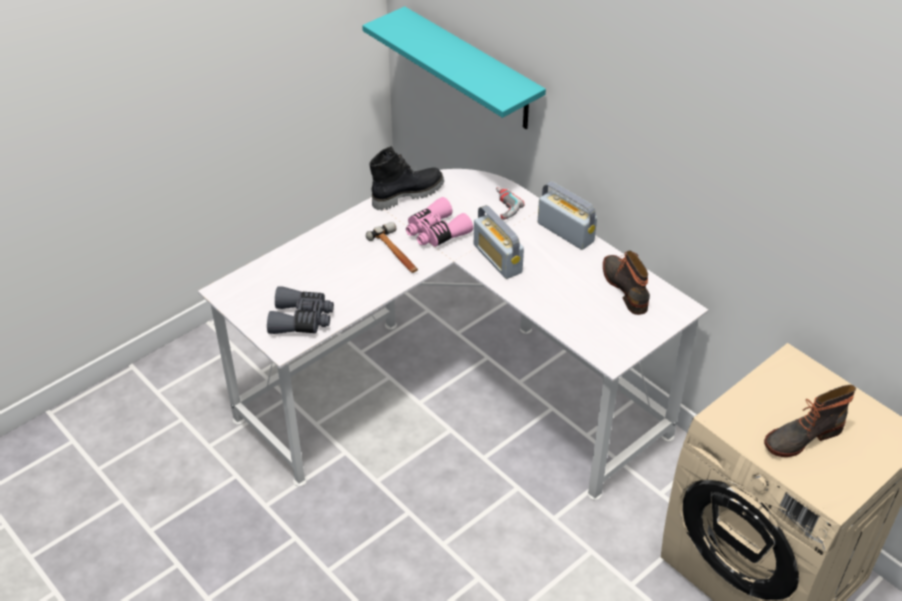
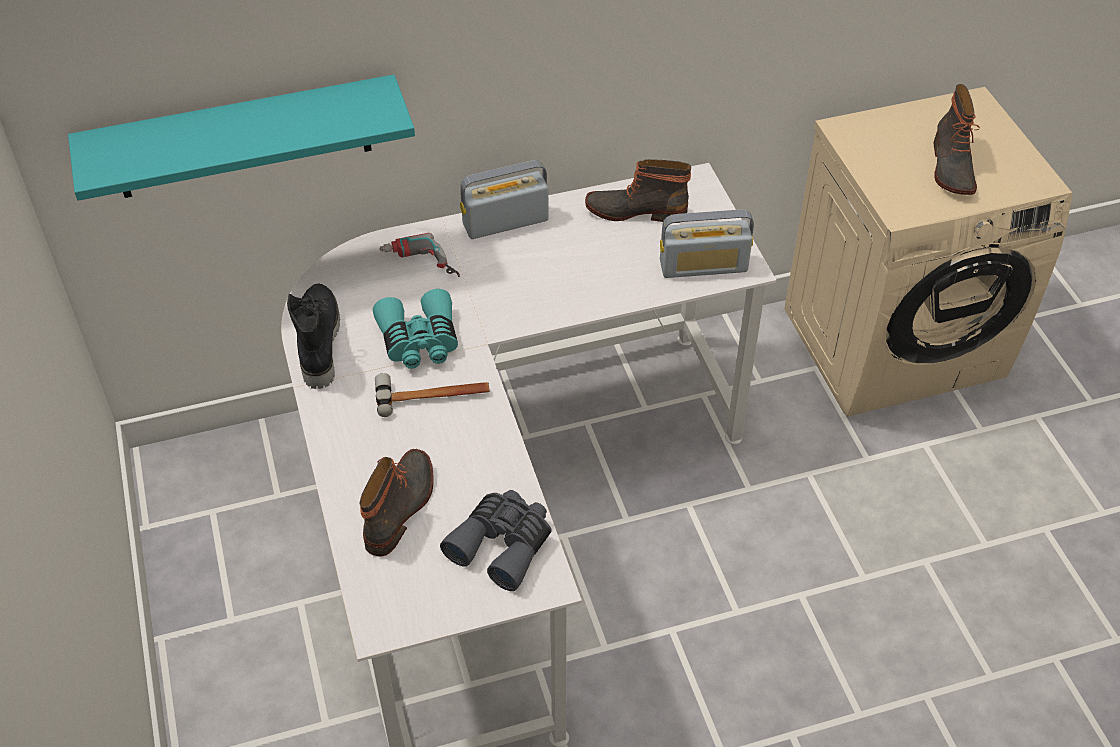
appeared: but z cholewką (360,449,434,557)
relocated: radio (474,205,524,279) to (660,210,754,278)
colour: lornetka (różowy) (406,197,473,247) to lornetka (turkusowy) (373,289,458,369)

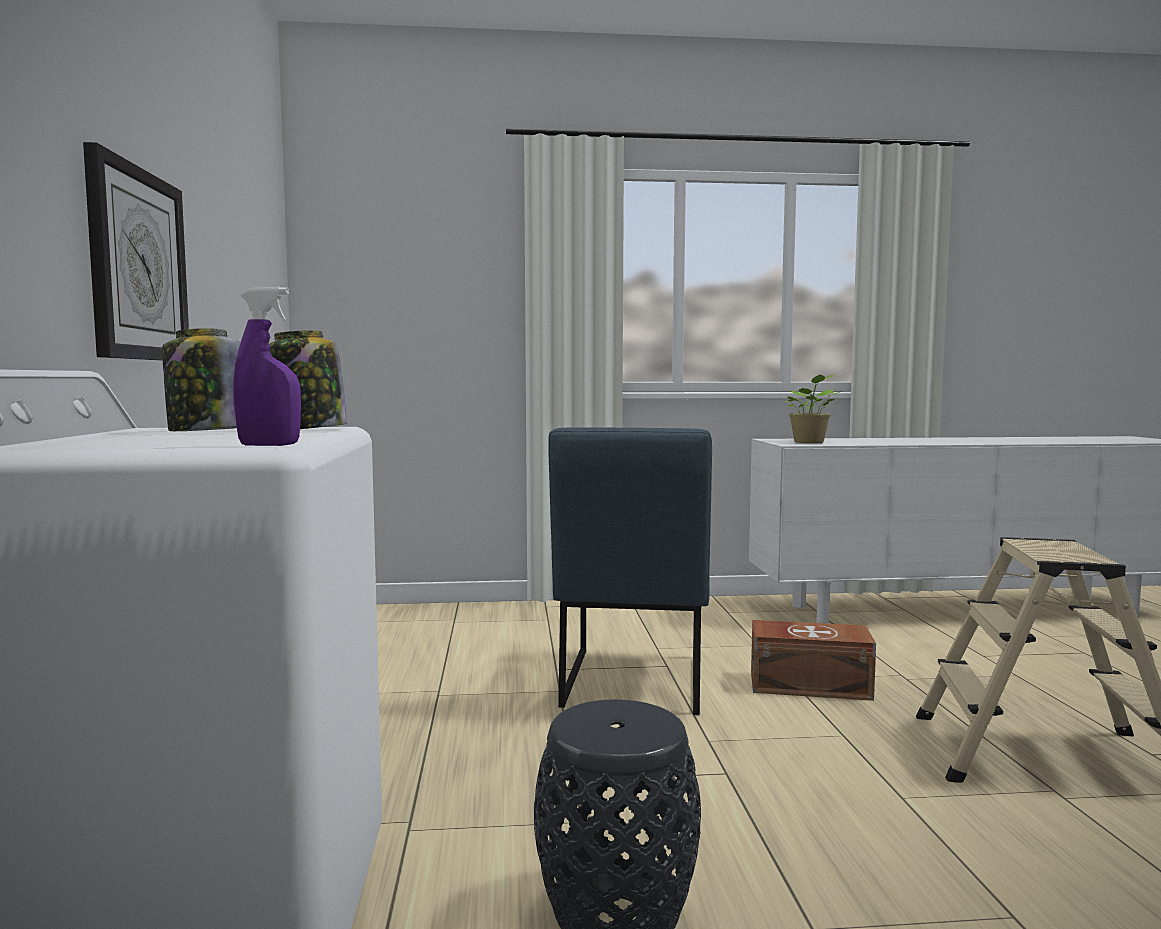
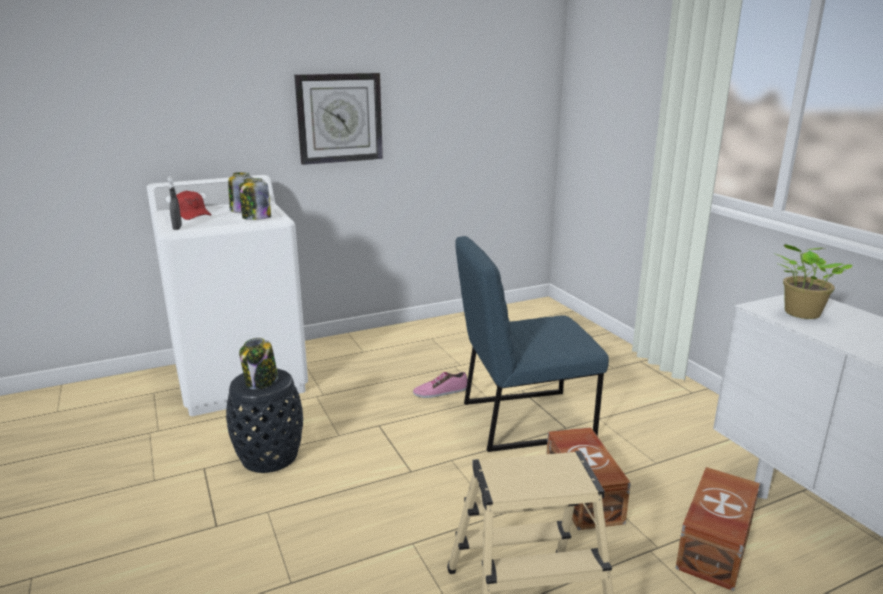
appeared: czapka z daszkiem (czerwony) (176,190,212,220); słoik (239,338,278,390); but (413,372,468,398); pojemnik do przechowywania (brązowy) (675,467,760,591)
colour: spryskiwacz (fioletowy) (233,286,301,446) to spryskiwacz (szary) (167,176,182,230)

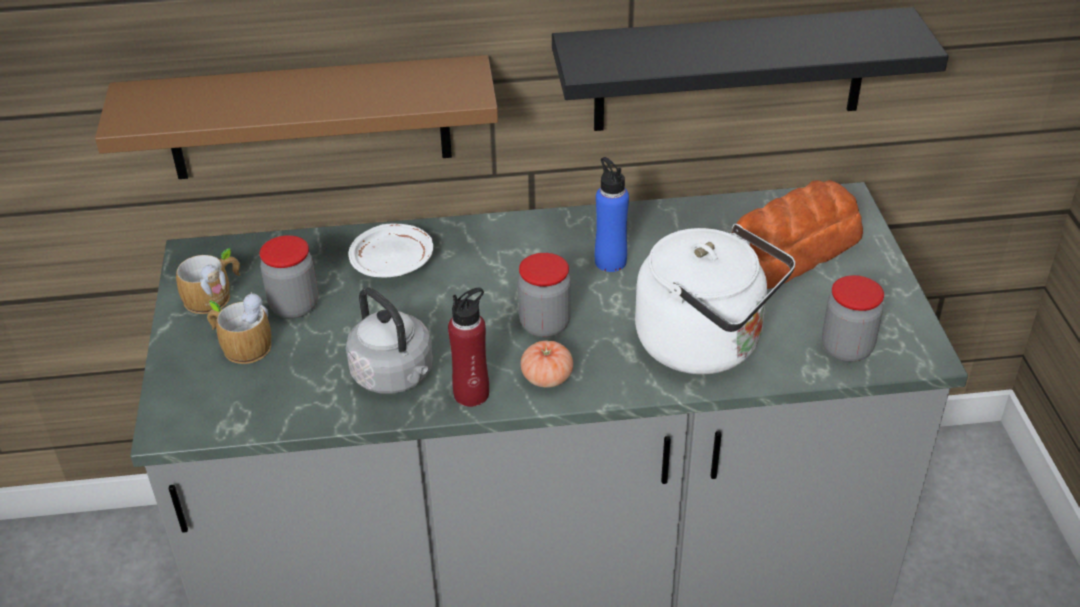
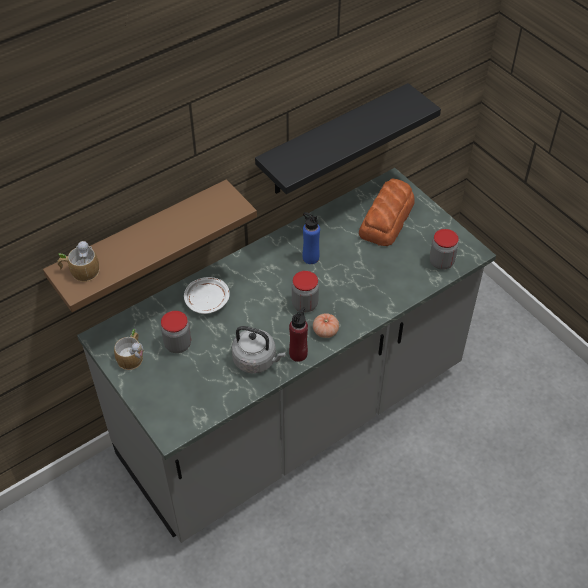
missing: czajnik (biały) (635,224,795,374)
relocated: kubek (207,292,271,364) to (57,241,99,282)

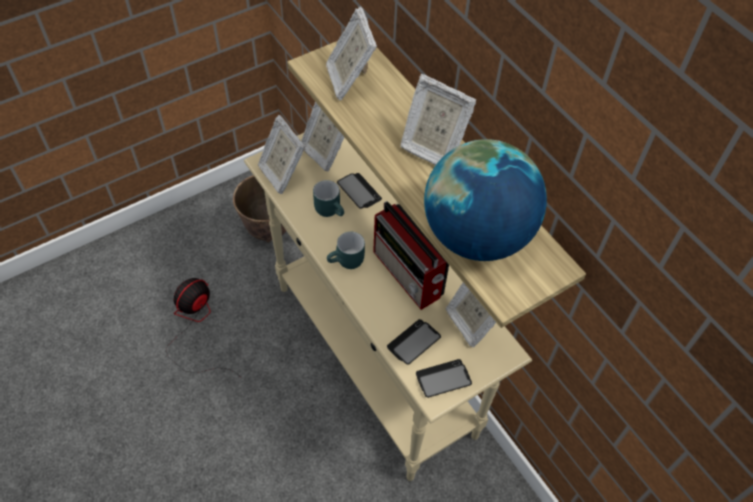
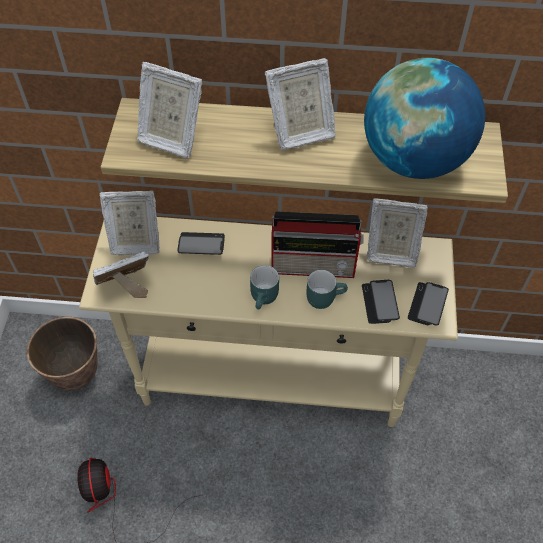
relocated: kubek (turkusowy) (313,180,344,217) to (306,270,348,309)
spun: ramka na zdjęcie (258,115,305,194) = (93,251,149,298) 150 degrees clockwise

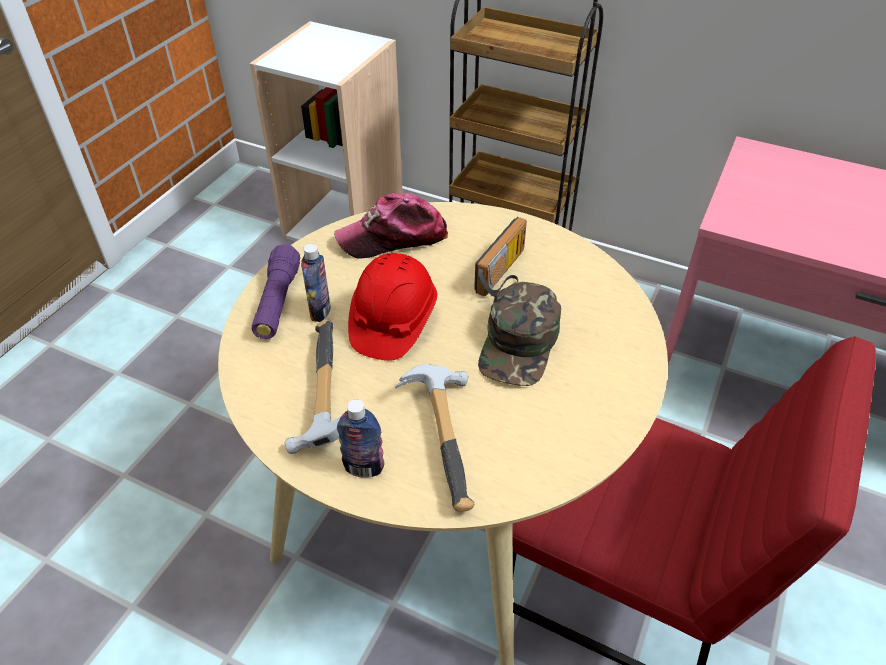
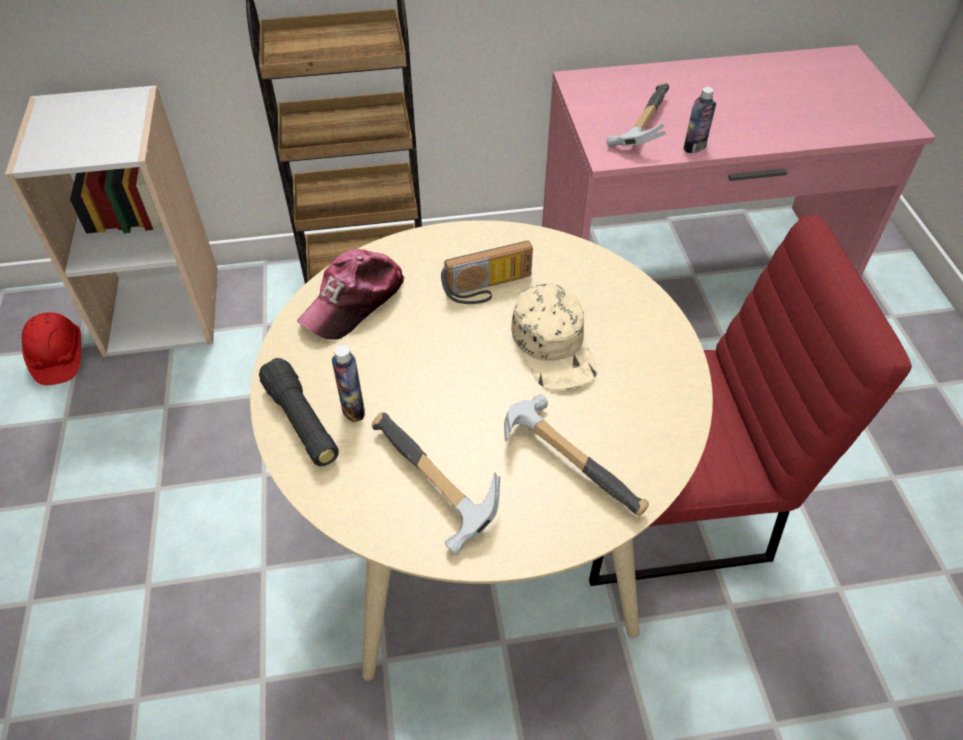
appeared: młotek (607,83,669,147)
relocated: butelka (337,399,384,478) to (683,87,716,153); kask (czerwony) (348,253,437,361) to (22,312,81,385)
colour: latarka (fioletowy) (252,244,300,339) to latarka (czarny) (259,358,339,466); czapka z daszkiem (zielony) (478,282,561,386) to czapka z daszkiem (beżowy) (511,283,597,390)
spun: radio (474,217,527,297) = (441,241,533,304) 75 degrees clockwise

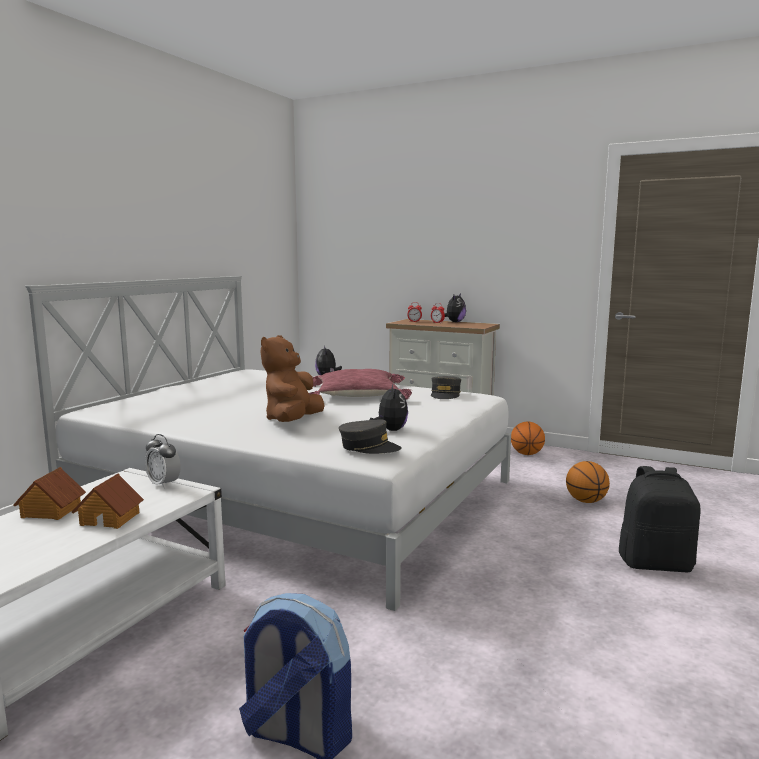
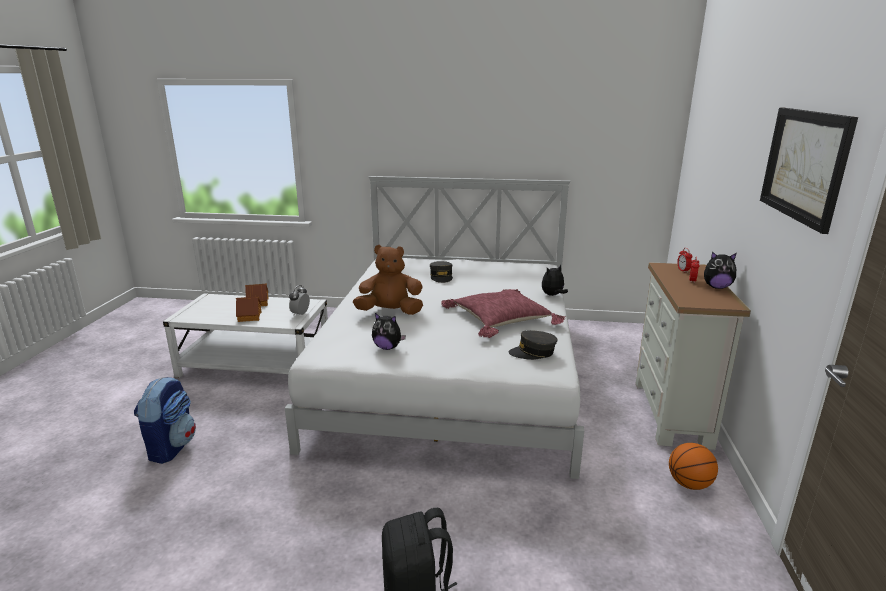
missing: piłka do koszykówki (566,461,610,503)
appeared: obraz (760,108,858,234)
relocated: czapka z daszkiem (szary) (339,420,402,454) to (430,261,453,283)
spun: pluszak (370,384,408,431) = (372,313,406,350) 45 degrees clockwise

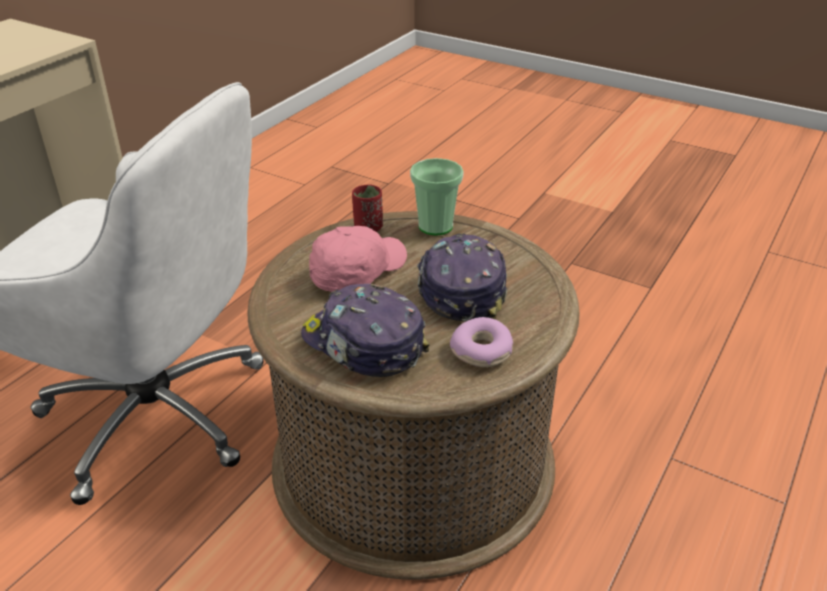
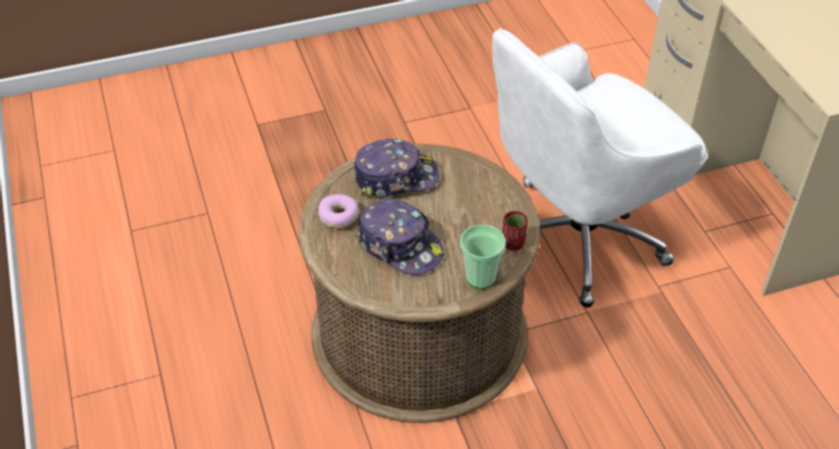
missing: czapka z daszkiem (różowy) (309,226,407,292)

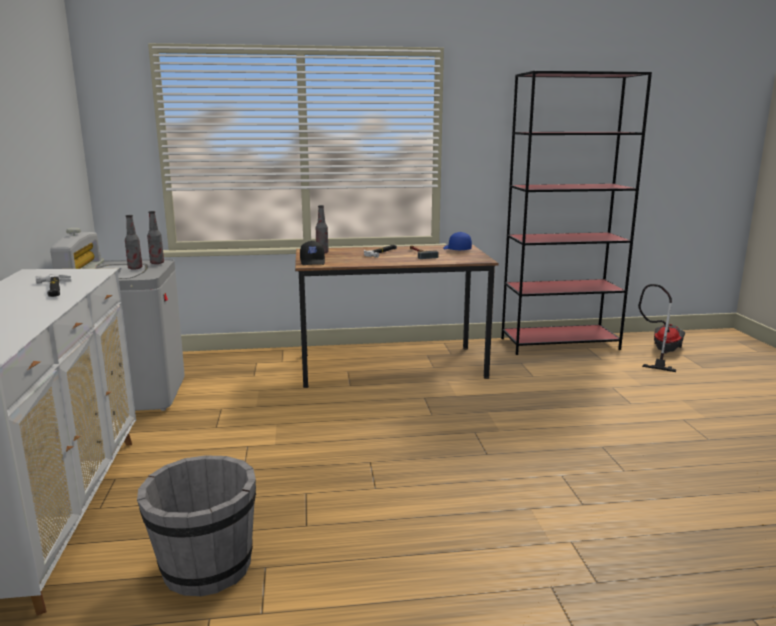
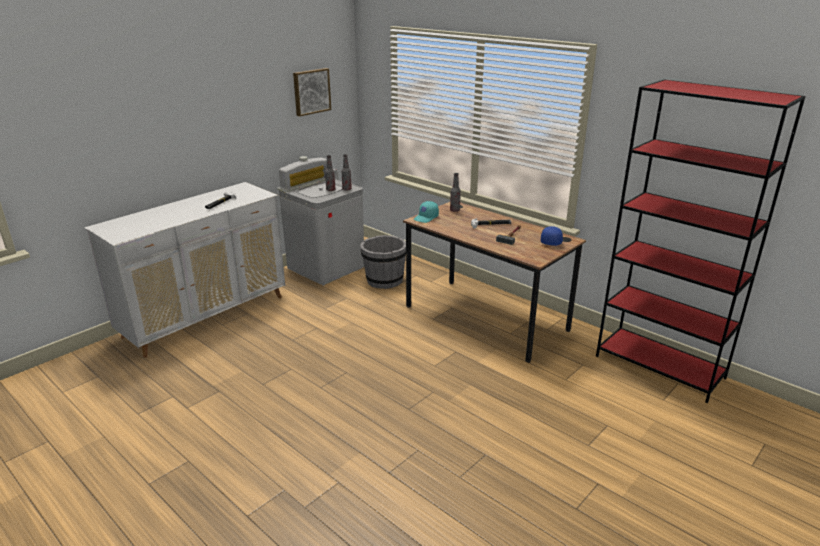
missing: odkurzacz (638,284,685,372)
appeared: obraz (293,68,331,116)
relocated: wiadro (szary) (137,455,256,596) to (360,235,406,289)
colour: czapka z daszkiem (czarny) (300,241,325,265) to czapka z daszkiem (turkusowy) (414,201,439,223)

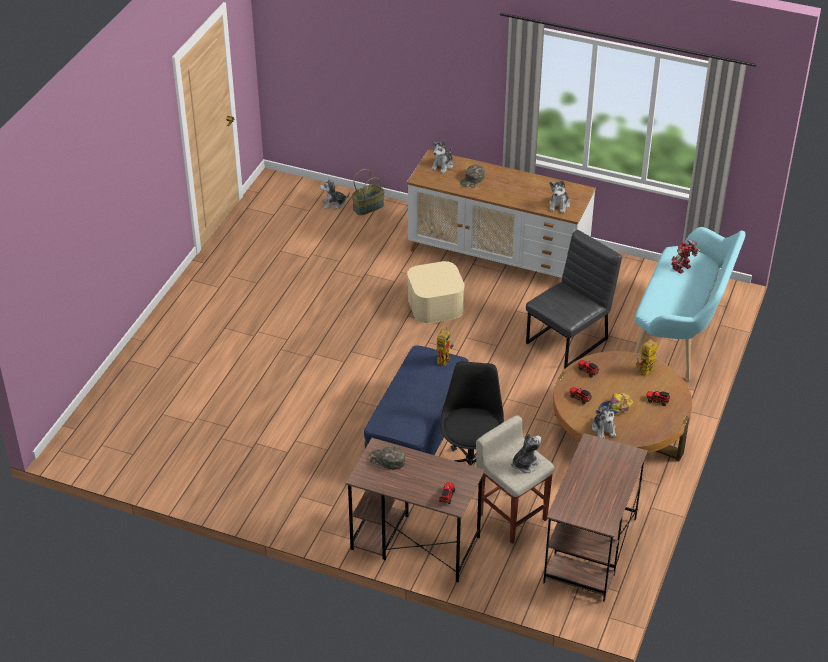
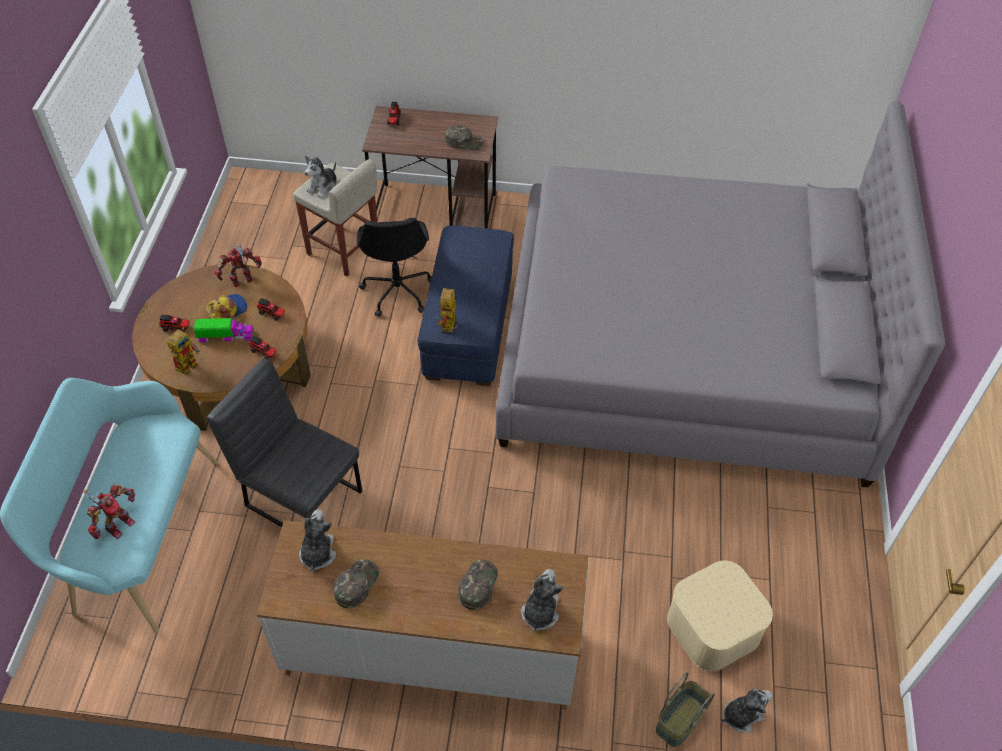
missing: biurko (brązowy) (543,433,648,602)
appeared: ciężarówka zabawkowa (194,318,253,342); czapka z daszkiem (zielony) (334,559,379,608); łóżko (szary) (496,101,945,487)
relocated: pojemnik do przechowywania (beżowy) (407,261,465,323) to (667,561,773,672)
exchanged: pluszak (592,404,616,438) to robot zabawkowy (214,246,262,287)
spun: krzesło (szary) (526,230,622,369) = (207,358,362,527) 90 degrees clockwise

